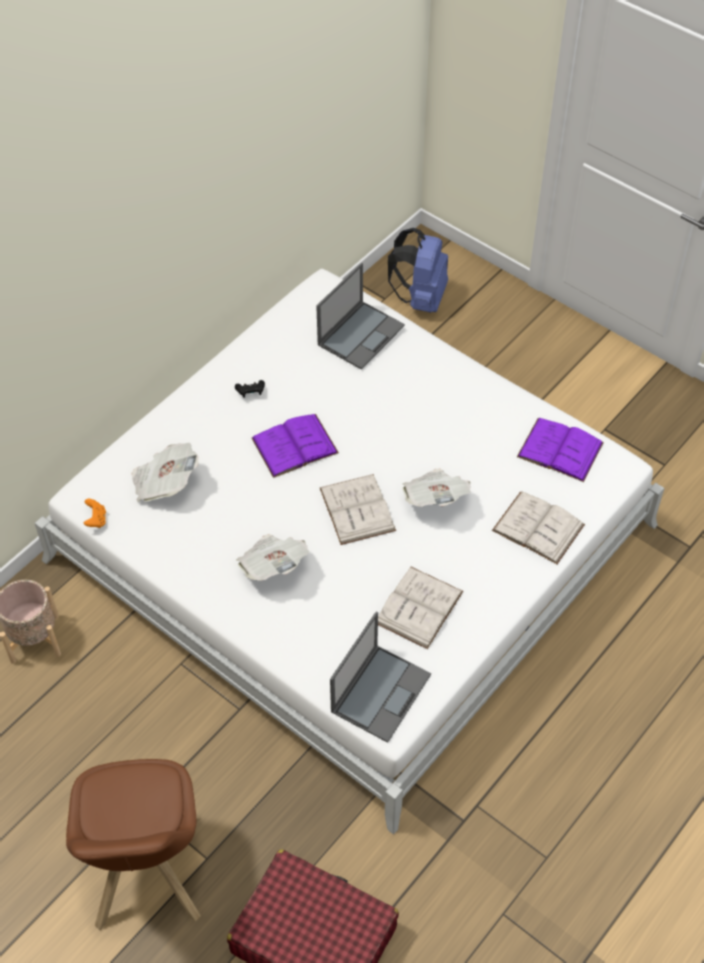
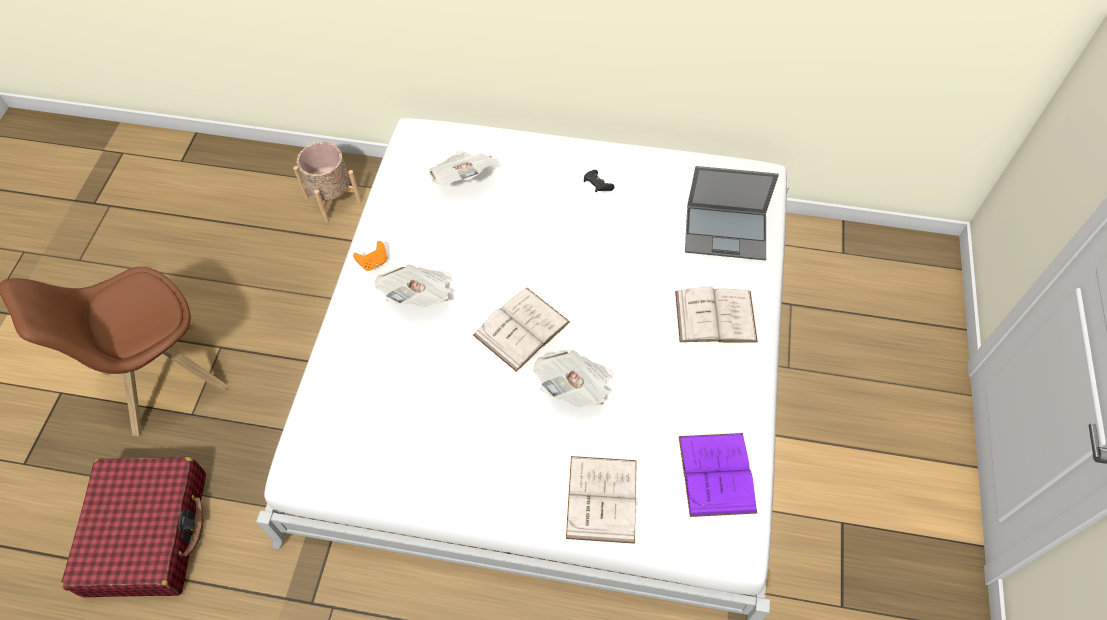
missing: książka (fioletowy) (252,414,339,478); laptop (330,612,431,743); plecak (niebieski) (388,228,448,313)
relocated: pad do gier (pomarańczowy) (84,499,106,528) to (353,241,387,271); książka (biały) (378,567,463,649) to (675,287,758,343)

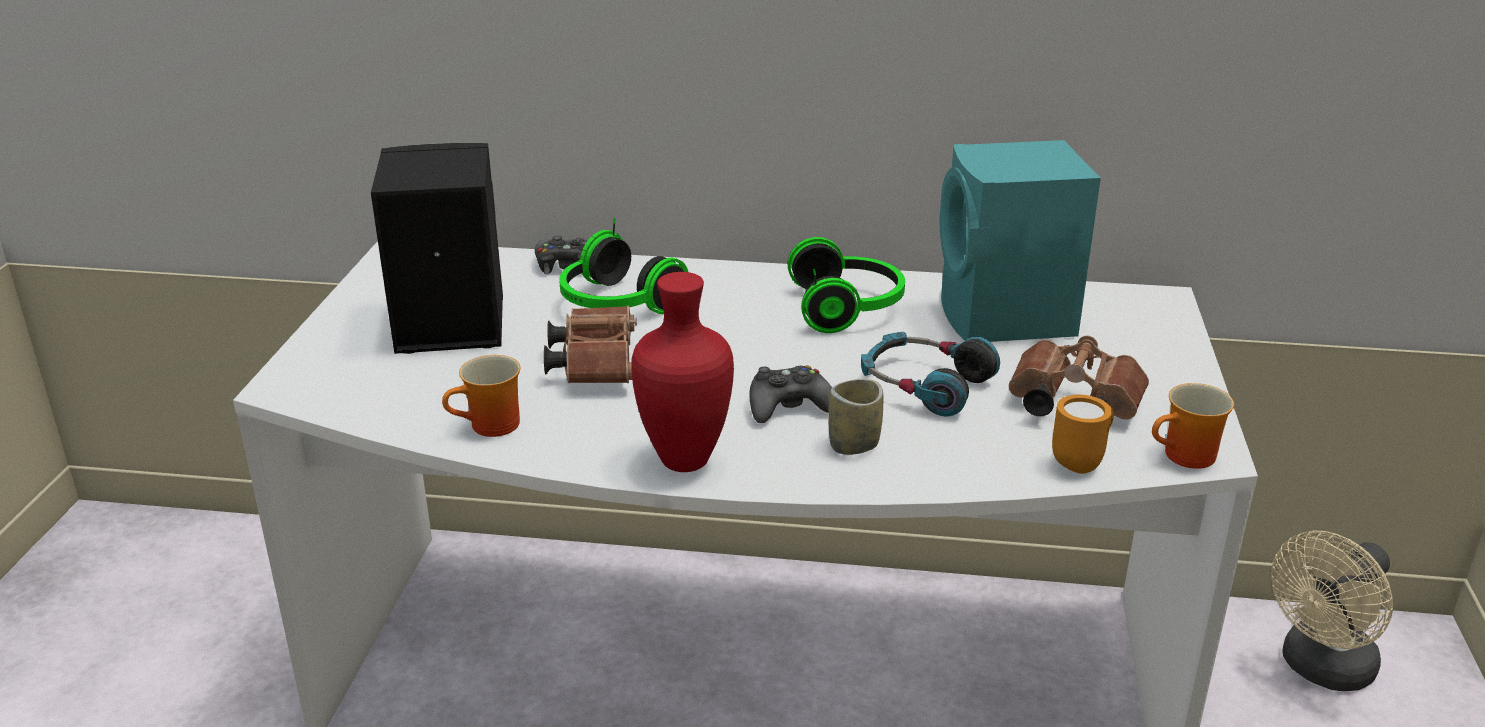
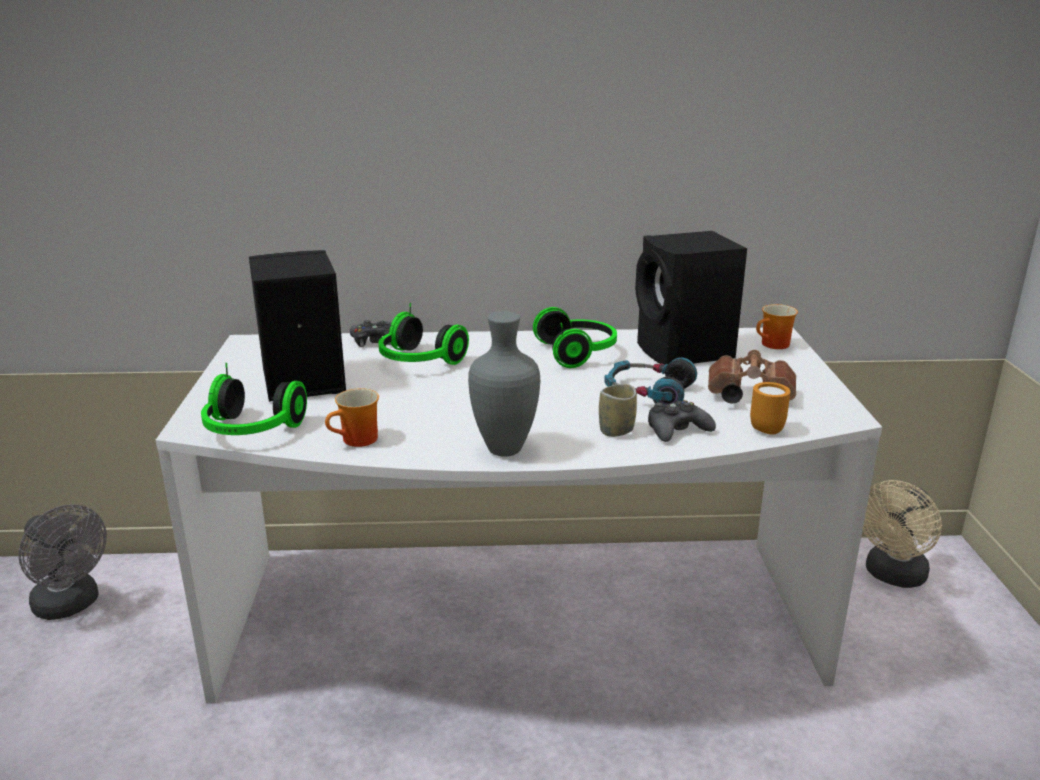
missing: lornetka (brązowy) (544,306,637,383)
appeared: wentylator (szary) (18,504,107,620); słuchawki (201,363,307,435)
relocated: pad do gier (czarny) (750,365,832,423) to (648,400,716,442); kubek (1152,383,1234,469) to (756,304,798,349)
colour: wazon (czerwony) (631,272,734,472) to wazon (szary) (468,311,540,457); głośnik (turkusowy) (939,140,1101,342) to głośnik (czarny) (635,231,747,365)

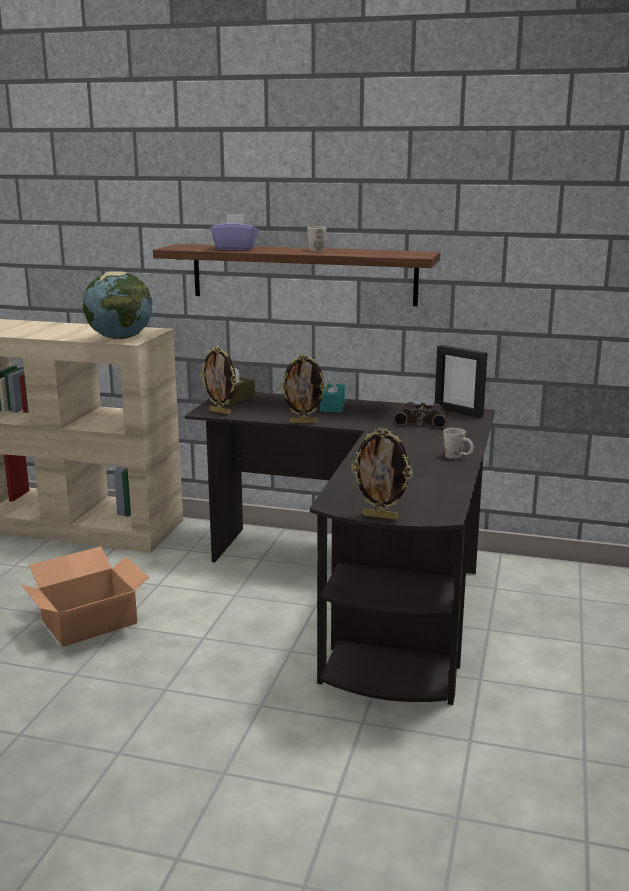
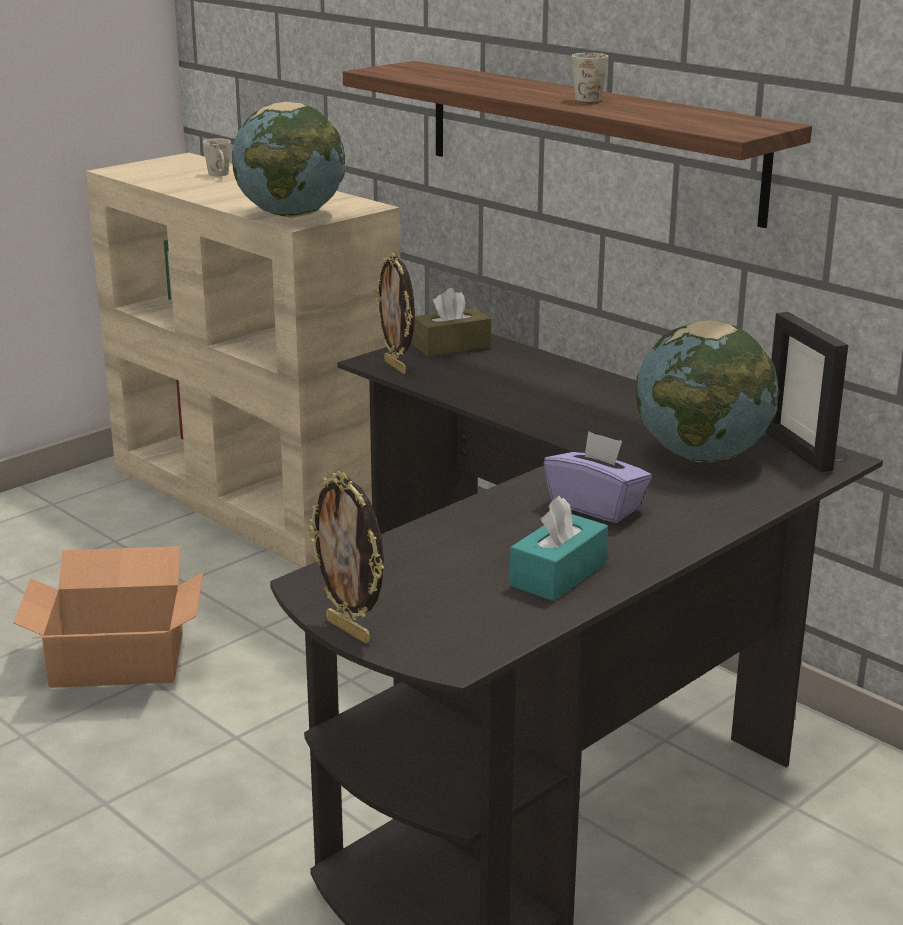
missing: ramka na zdjęcie (280,354,327,423)
relocated: pudełko chusteczek (fioletowy) (211,214,258,250) to (543,431,652,523); pudełko chusteczek (turkusowy) (320,372,345,412) to (509,496,608,601); kubek (biały) (443,428,474,459) to (203,138,231,176)
exchanged: lornetka (394,402,447,428) to globus (636,320,779,463)

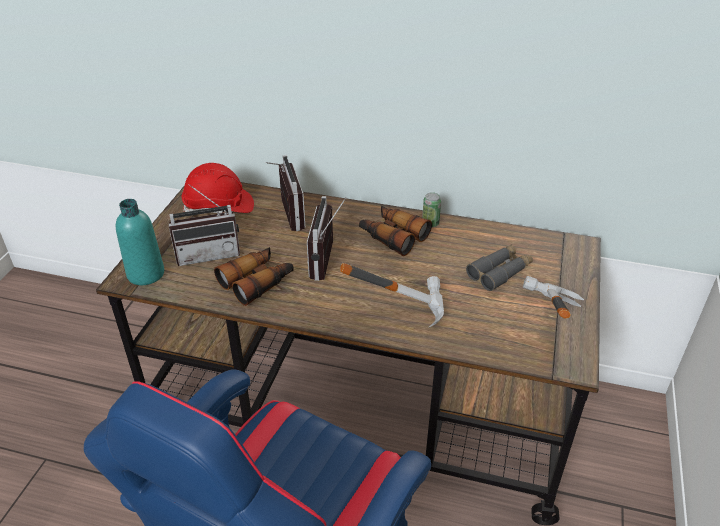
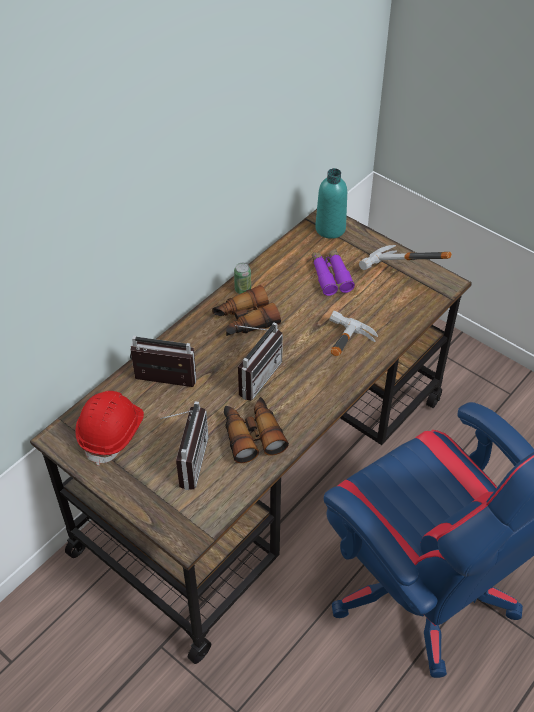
relocated: butelka (turkusowy) (116,199,164,285) to (315,168,347,239)
colour: lornetka (szary) (466,244,533,291) to lornetka (fioletowy) (312,249,355,296)
spun: radio (307,196,347,281) = (235,322,283,401) 90 degrees counterclockwise

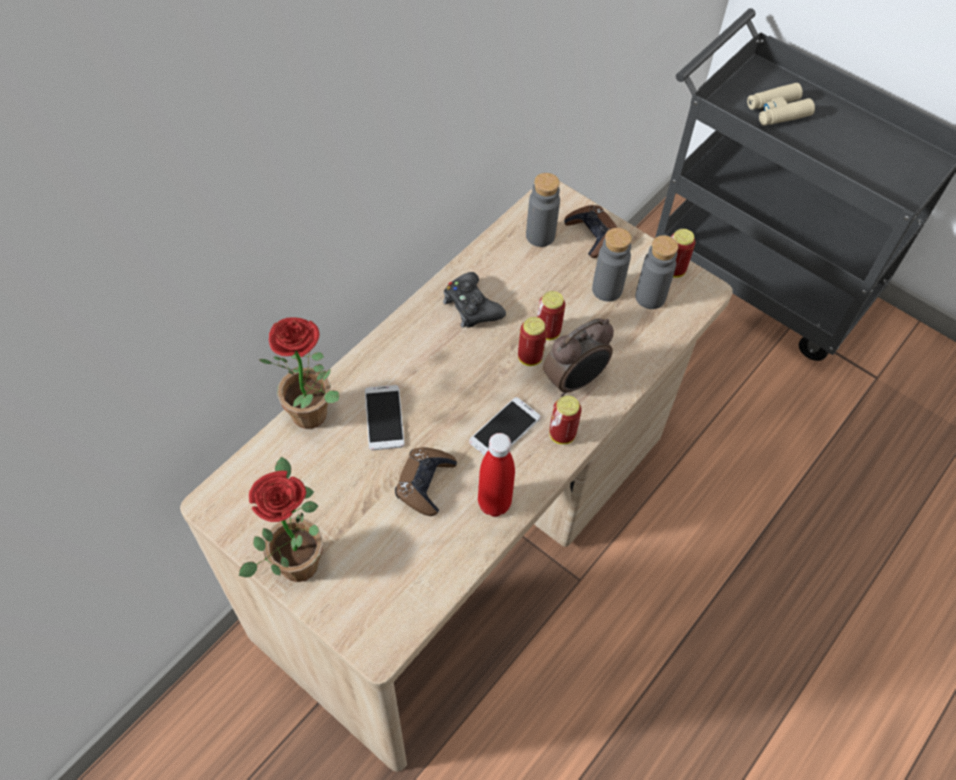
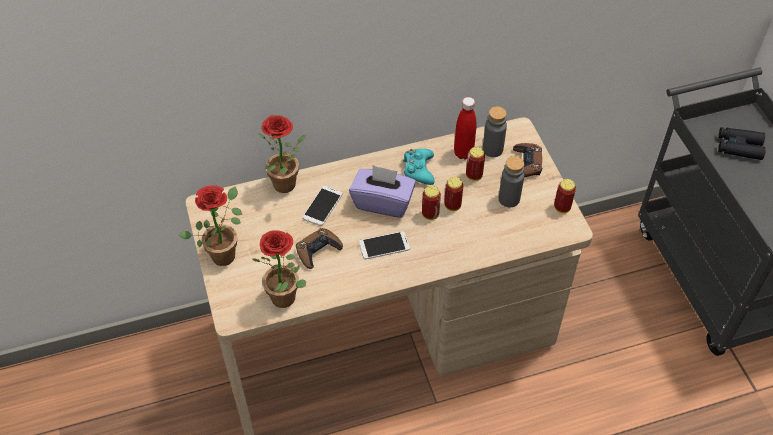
missing: budzik (543,318,614,397); butelka (szary) (635,235,678,309)
appeared: roślina doniczkowa (252,230,306,308); pudełko chusteczek (fioletowy) (349,165,416,218)
relocated: butelka (czerwony) (478,433,515,517) to (454,97,476,160); puszka (549,395,582,444) to (466,147,485,181)
colour: pad do gier (czarny) (443,272,506,328) to pad do gier (turkusowy) (403,149,435,185); lornetka (beżowy) (747,83,815,126) to lornetka (czarny) (718,127,766,160)

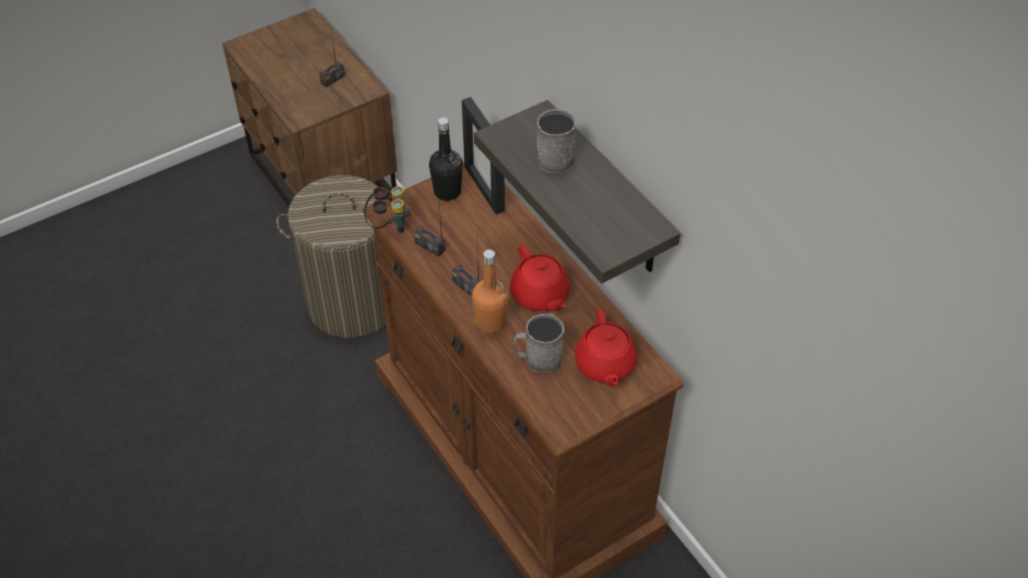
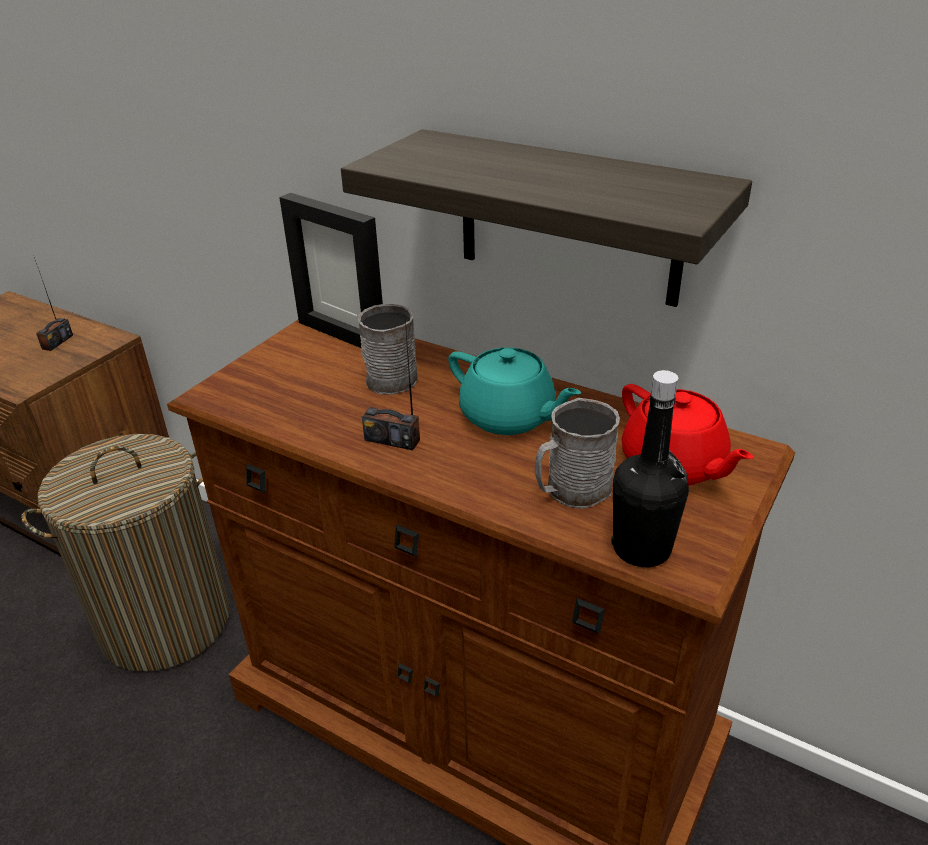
missing: lornetka (364,186,411,233); radio (414,191,445,256); butelka (pomarańczowy) (472,249,509,334)
relocated: butelka (czarny) (429,117,463,201) to (611,370,689,567); kubek (szary) (536,109,576,173) to (358,304,418,395)
colour: imbryk (czerwony) (510,245,570,312) to imbryk (turkusowy) (448,347,581,435)

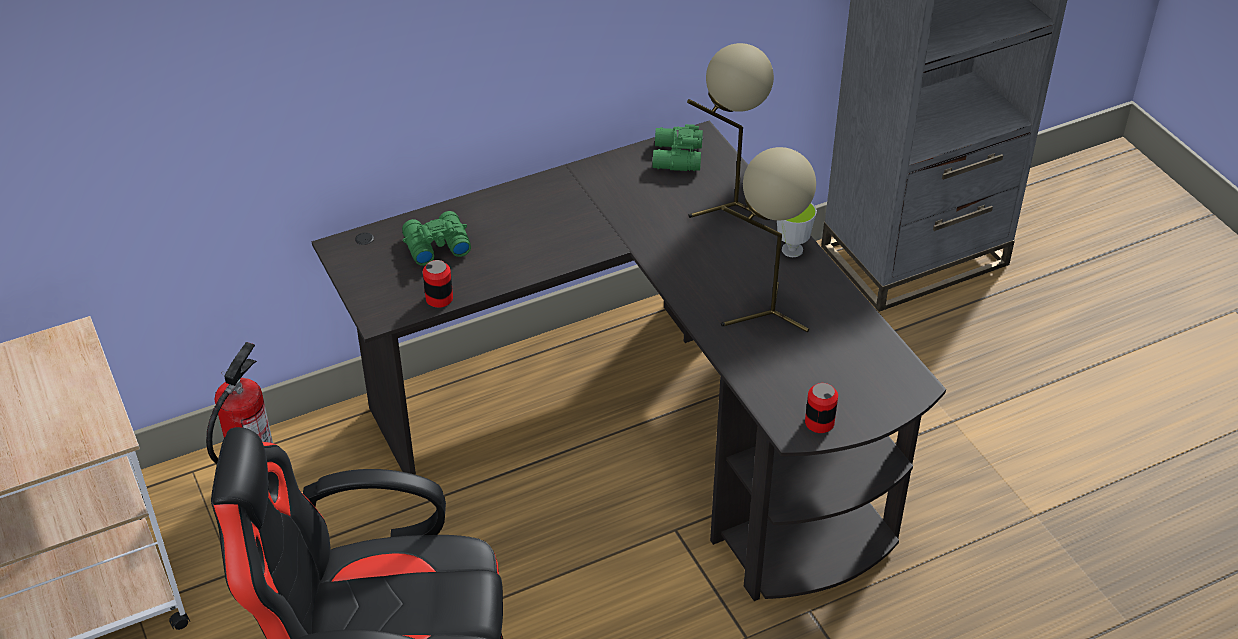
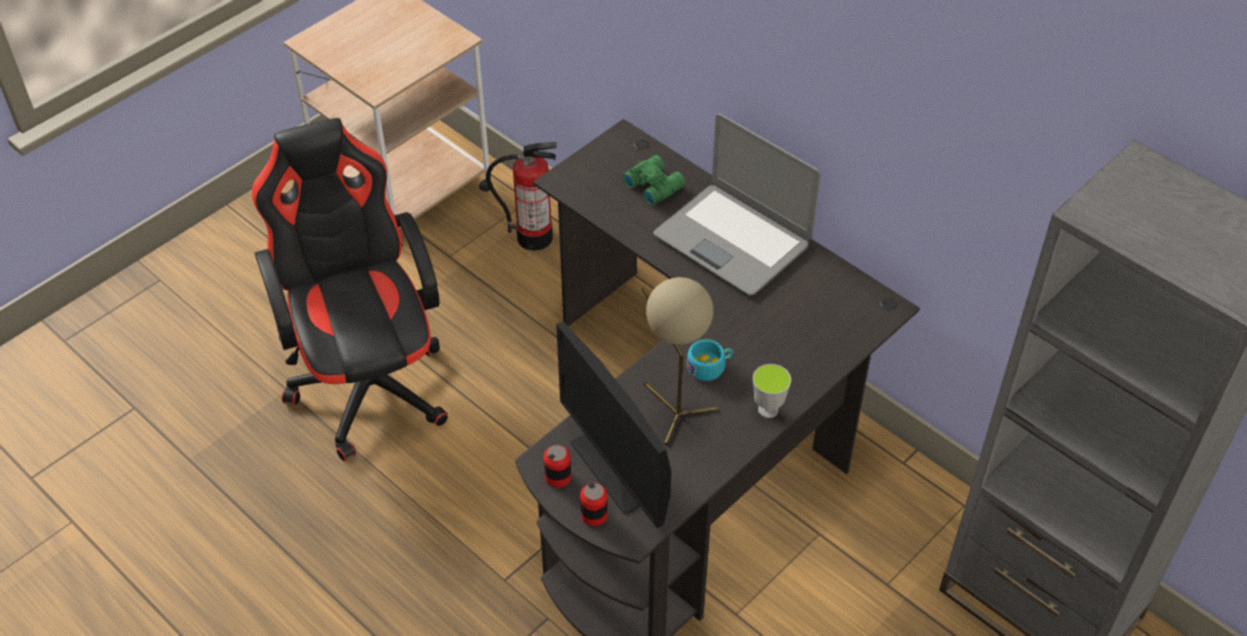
missing: lornetka (zielony) (653,124,703,171); lampa stołowa (beżowy) (687,43,774,218)
appeared: monitor (556,322,671,528); laptop (653,114,821,296); filiżanka (turkusowy) (686,339,733,381)
relocated: puszka (423,260,453,308) to (580,483,608,526)

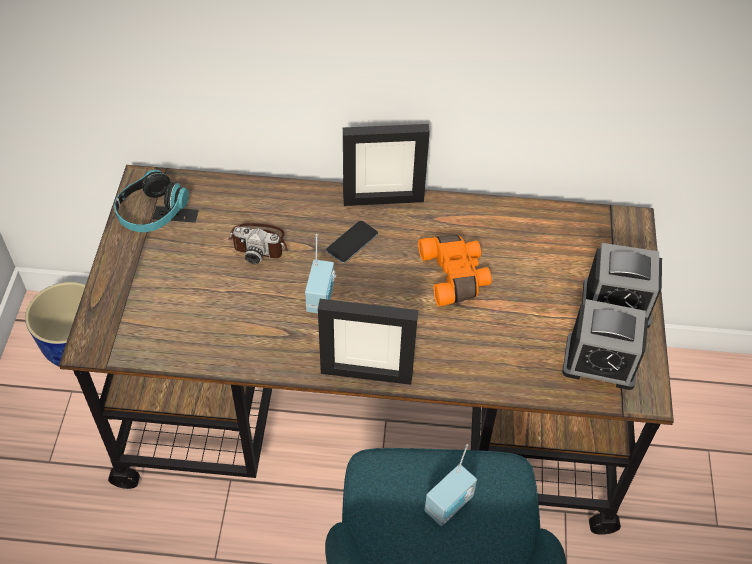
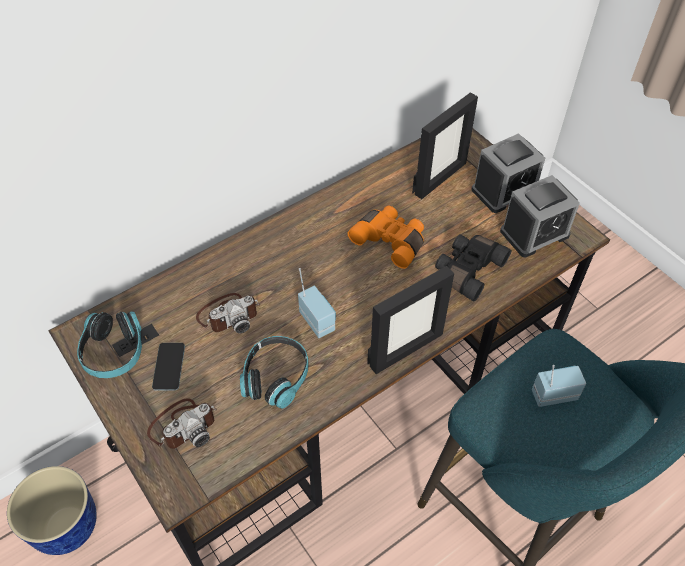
appeared: aparat fotograficzny (147,398,217,449); słuchawki (240,336,309,409); lornetka (czarny) (435,234,512,301)
relocated: telefon (326,221,378,263) to (152,343,185,391); ramka na zdjęcie (343,124,430,206) to (412,92,478,199)
spun: radio (424,444,477,526) = (532,365,586,407) 105 degrees counterclockwise

